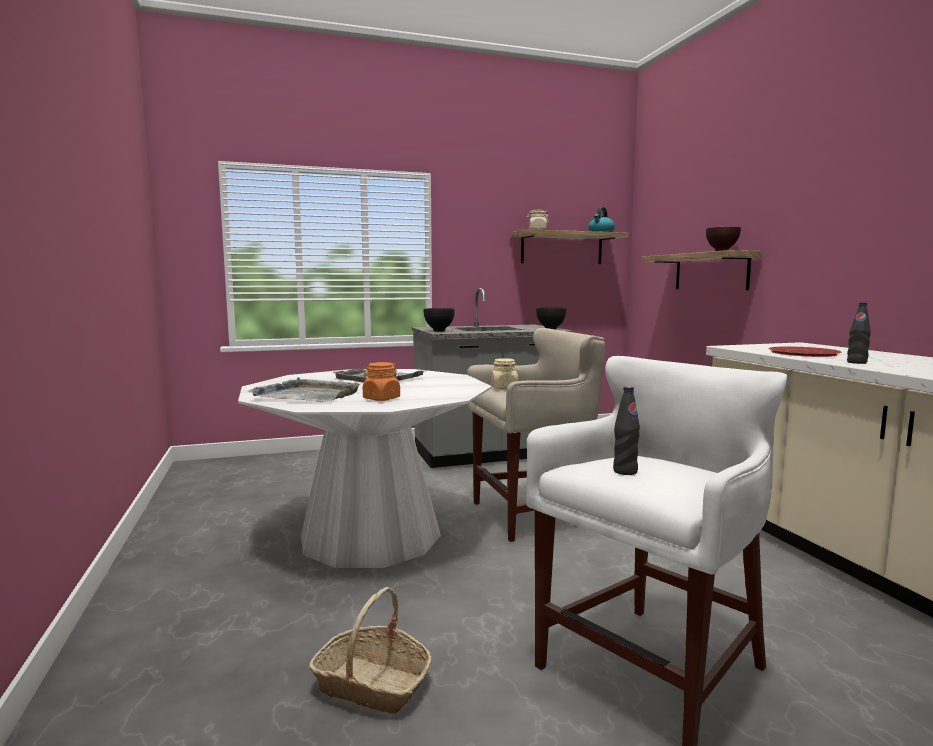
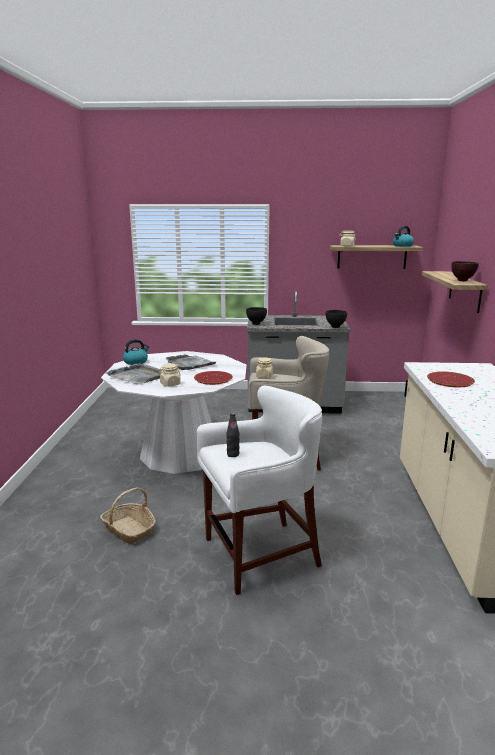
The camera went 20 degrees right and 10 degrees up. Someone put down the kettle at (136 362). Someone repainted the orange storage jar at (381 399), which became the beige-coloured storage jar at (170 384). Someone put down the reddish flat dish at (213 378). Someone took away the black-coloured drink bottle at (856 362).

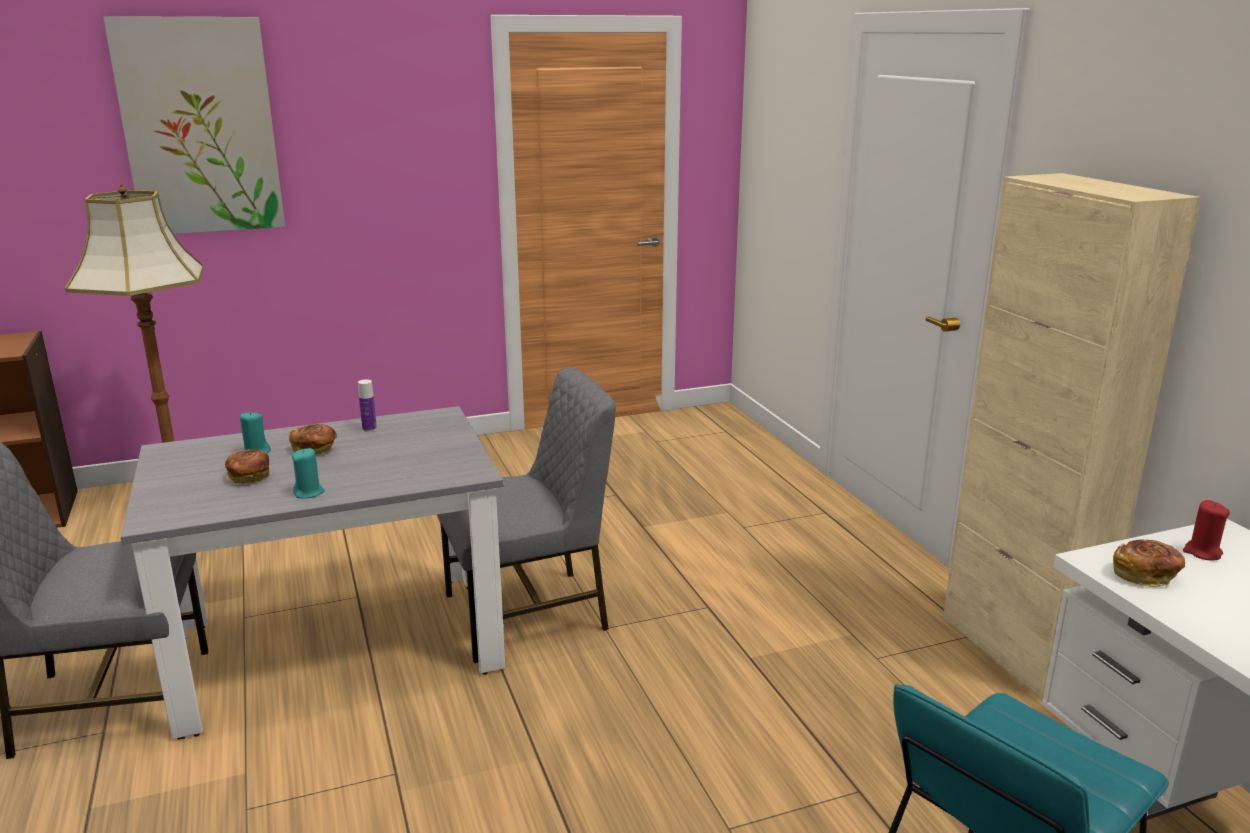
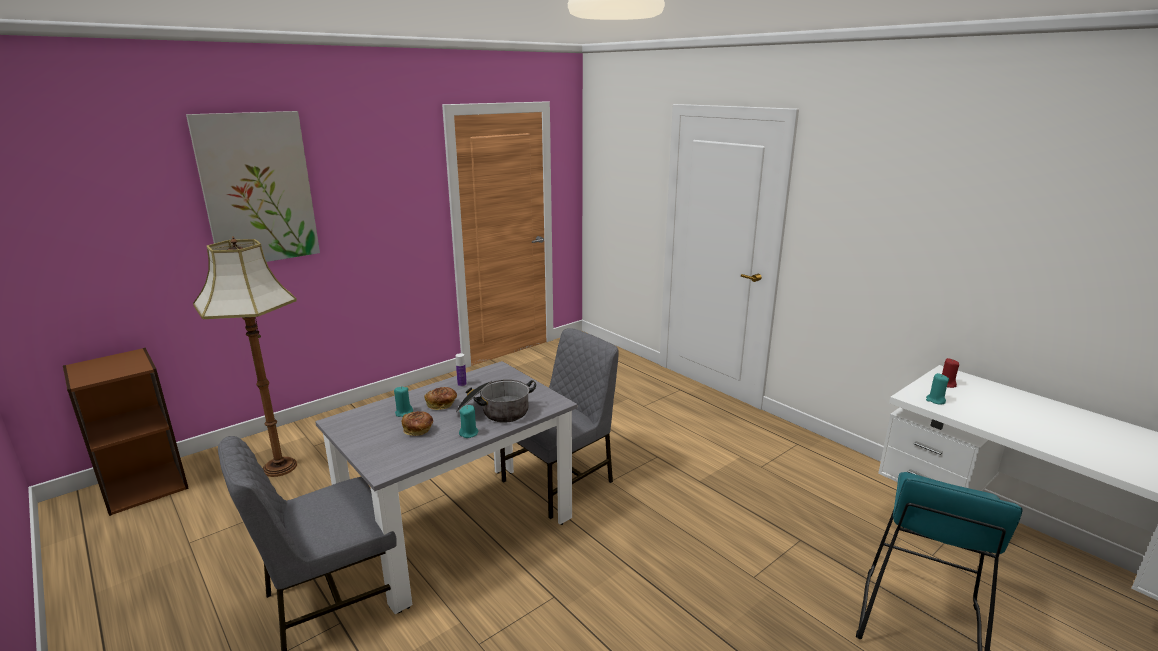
The camera went 20 degrees left and 0 degrees up. Someone put down the cooking pot at (495 412). Someone swapped the bread at (1145 576) for the turquoise wax candle at (935 400). Someone took away the beige-coloured storage cabinet at (1015 651).

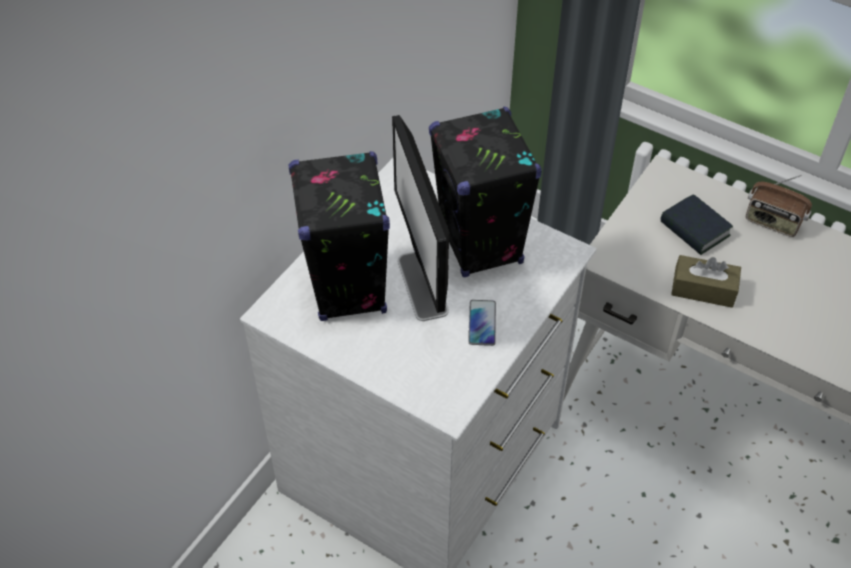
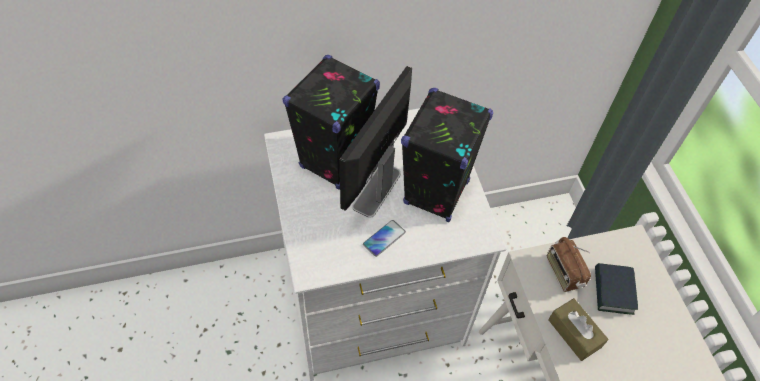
The camera went 40 degrees right and 5 degrees up. Someone carried the radio receiver from (772 222) to (563 273).

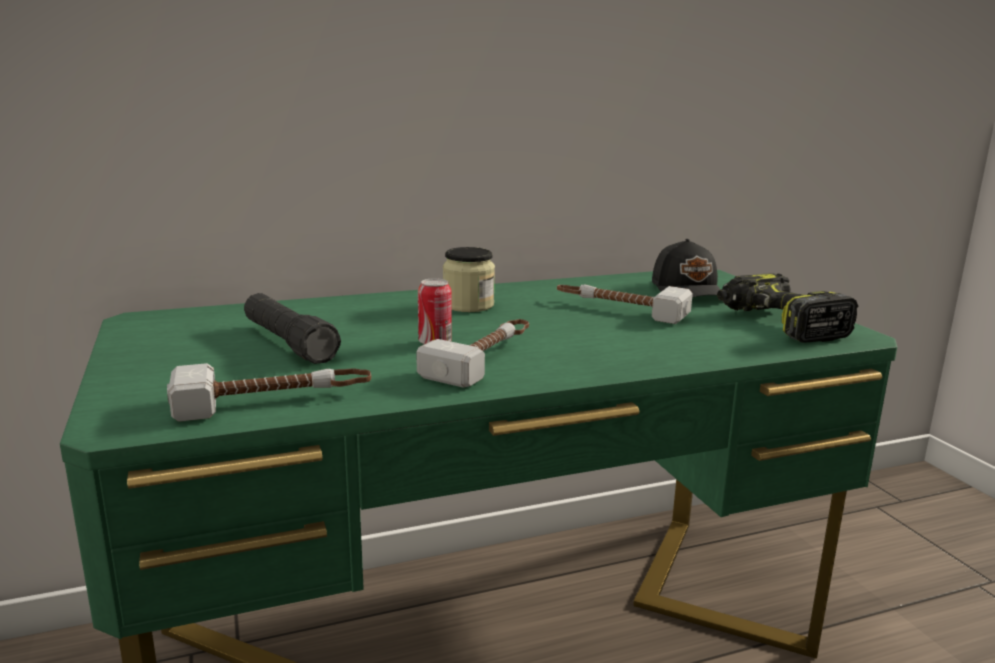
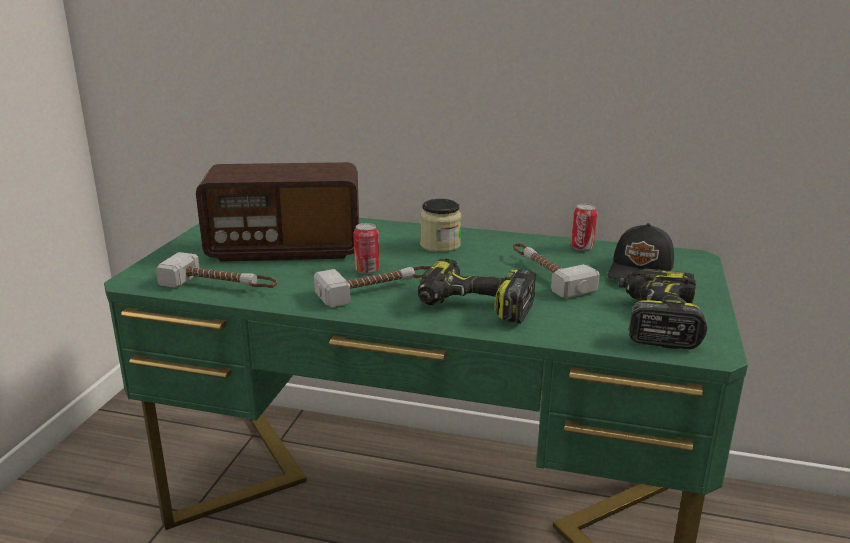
The camera went 35 degrees right and 5 degrees up. Someone swapped the black-coloured hand torch at (289 343) for the radio receiver at (285 249). Someone put down the drill at (473 308). Someone put down the metal can at (582 248).

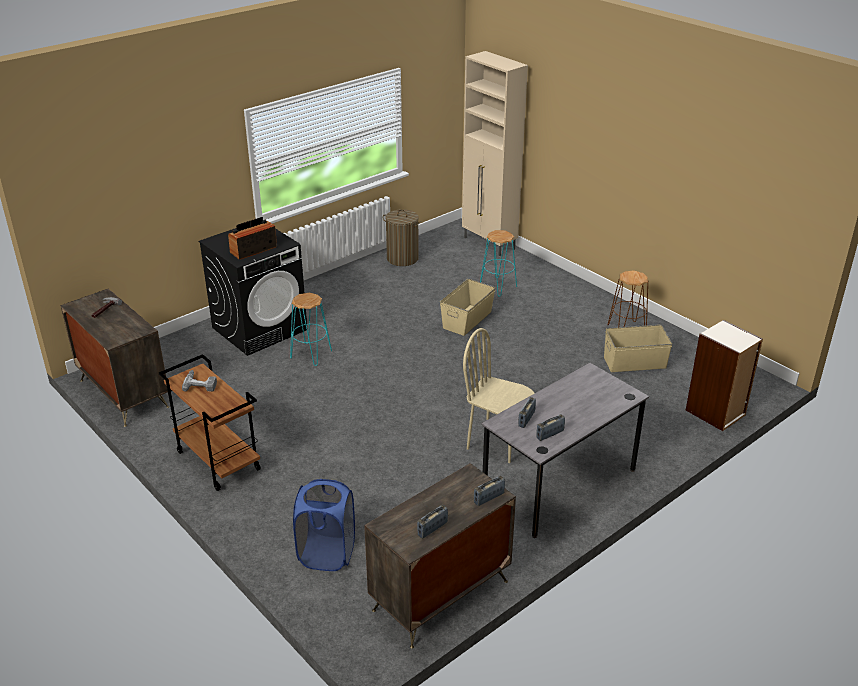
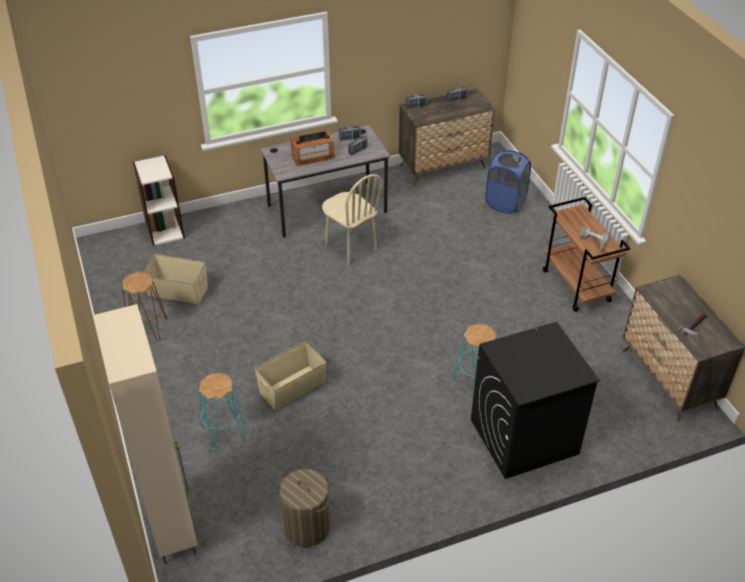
The camera went 160 degrees left and 10 degrees up. Someone carried the radio receiver from (253 250) to (313 157).

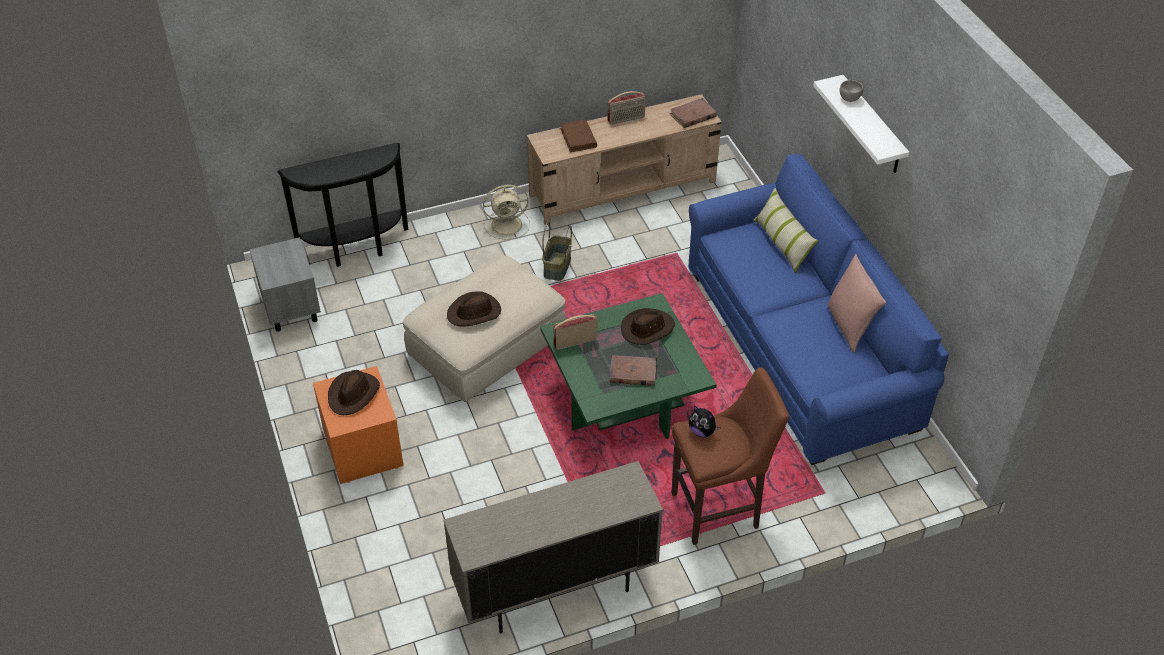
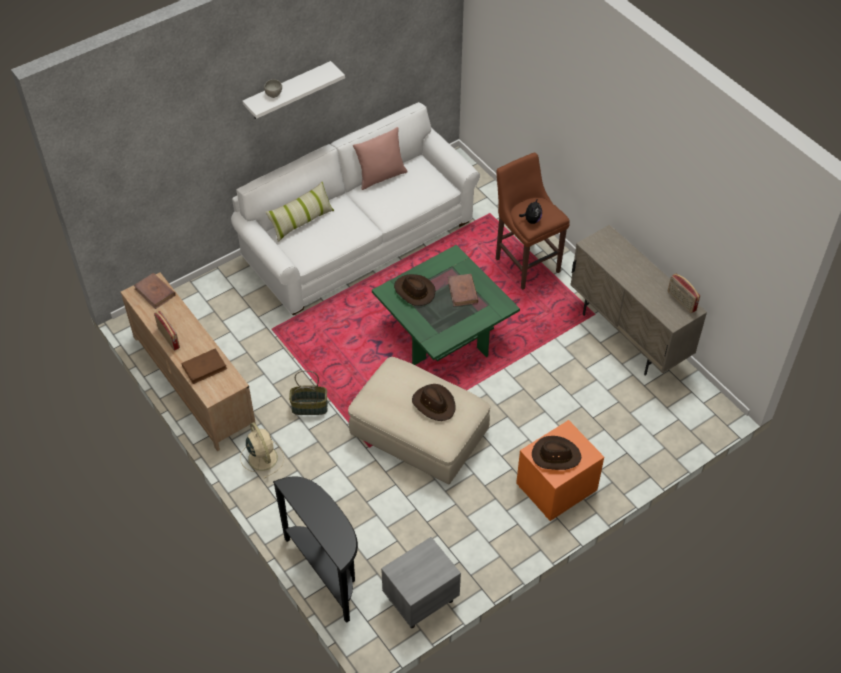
The camera went 105 degrees left and 5 degrees up. Someone repainted the blue-coloured sofa at (801 347), which became the whitish sofa at (358 239). Someone carried the radio receiver from (575 341) to (681 301).

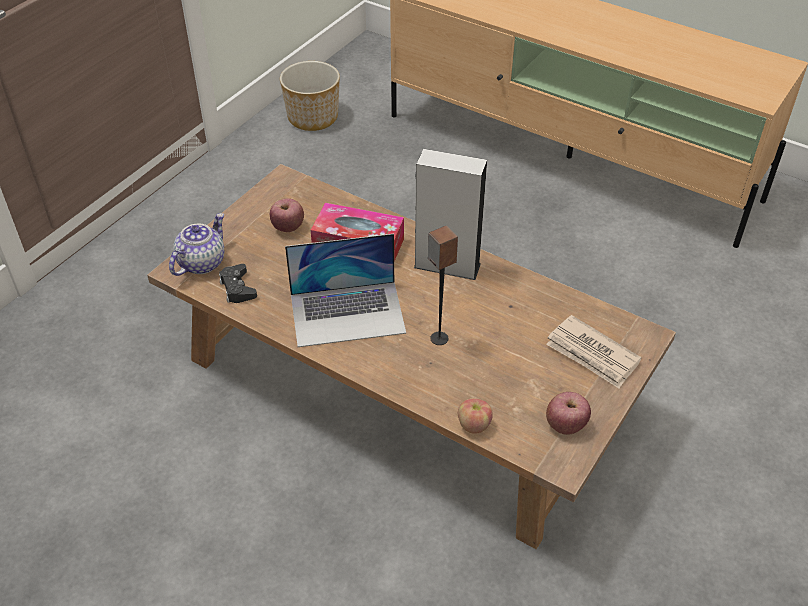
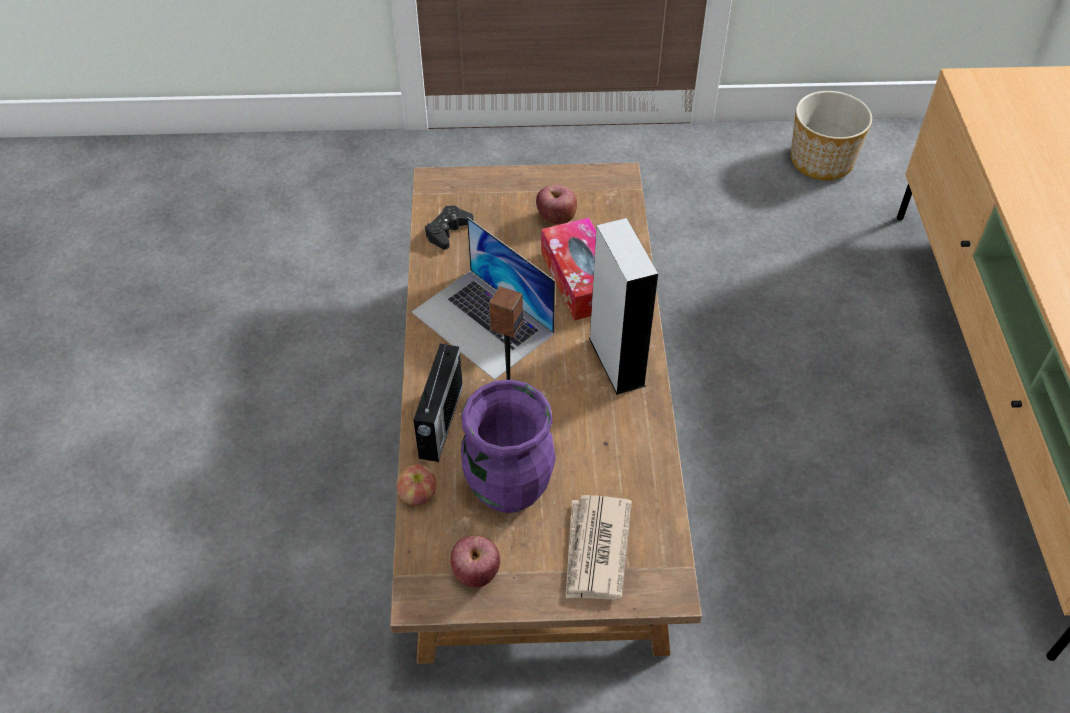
The camera went 55 degrees right and 5 degrees up. Someone put down the radio receiver at (440 423). Someone put down the purplish vase at (509 489). Someone took away the tea pot at (201 262).

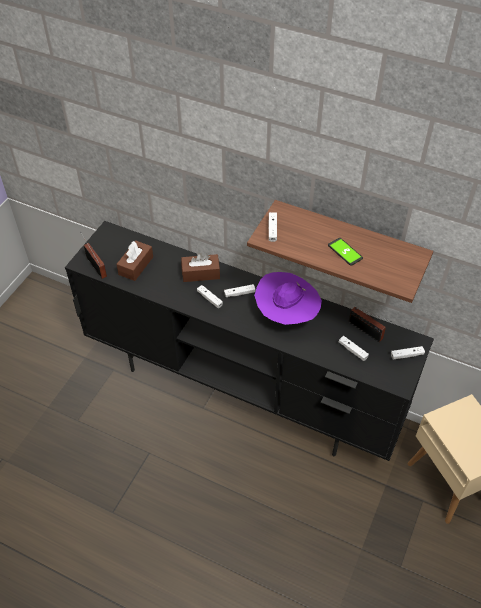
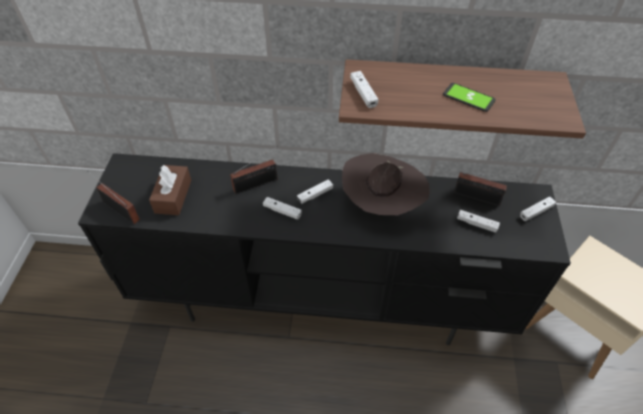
The camera went 20 degrees left and 0 degrees up. Someone swapped the brown tissue holder at (201 273) for the radio receiver at (258 184). Someone repainted the purplish hat at (286 315), which became the brown hat at (381 204).

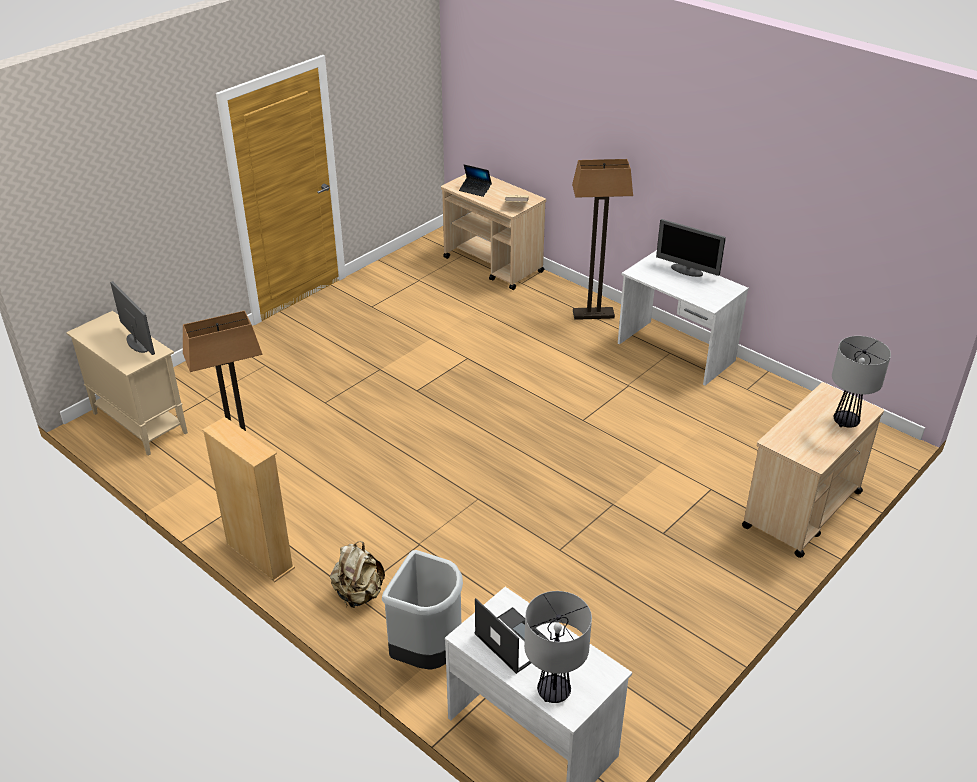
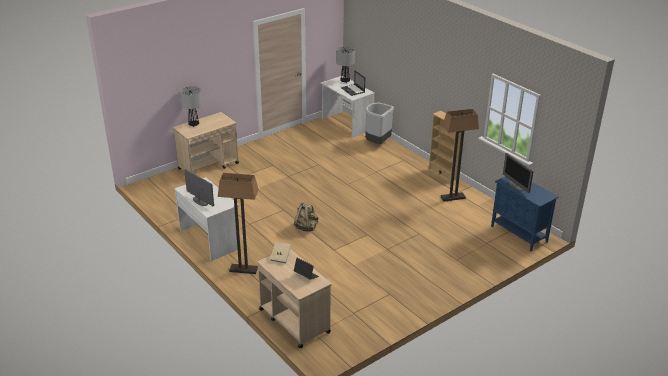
The camera went 170 degrees left and 5 degrees down. Someone carried the beige-coloured rucksack from (358 594) to (306 227). Someone repainted the beige-coloured storage cabinet at (139 422), which became the blue-coloured storage cabinet at (519 234).

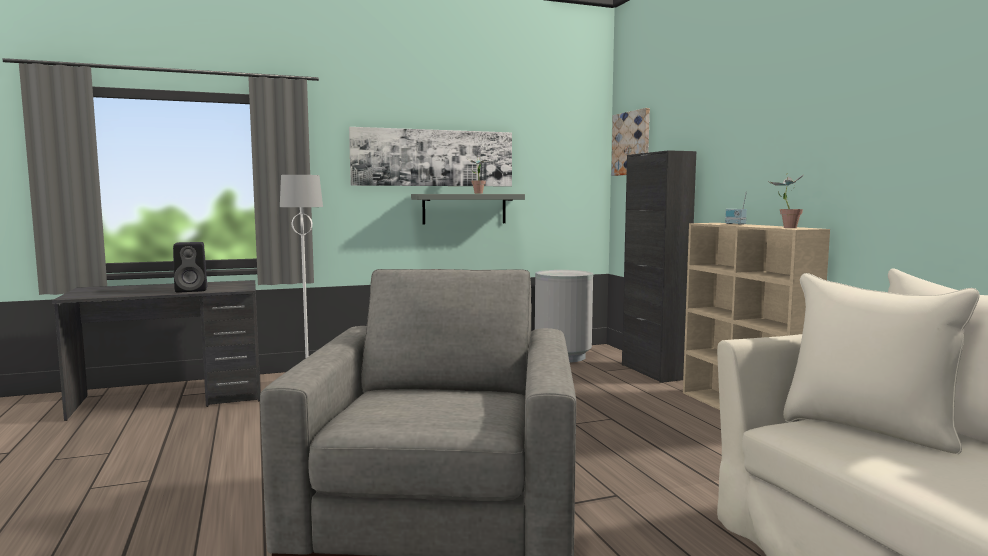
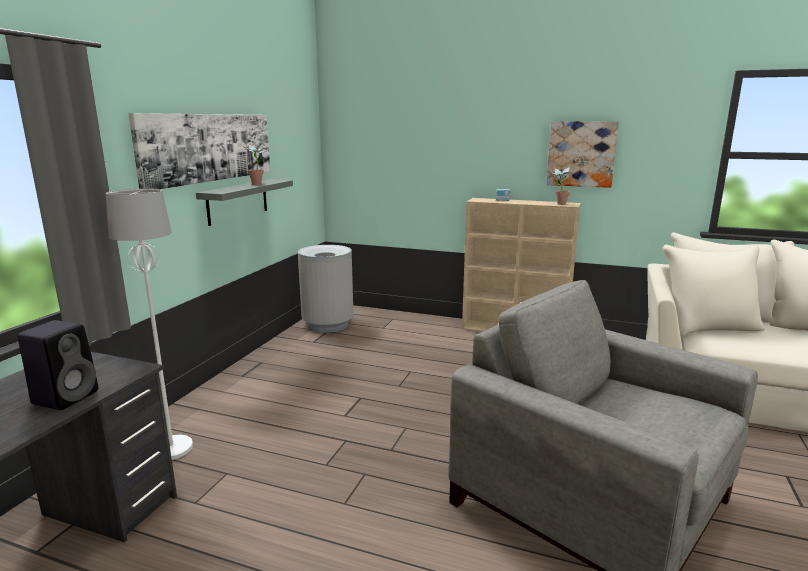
The camera went 50 degrees left and 10 degrees up. Someone carried the wall picture from (631 143) to (581 154). Someone took away the black-coloured storage cabinet at (653 372).

